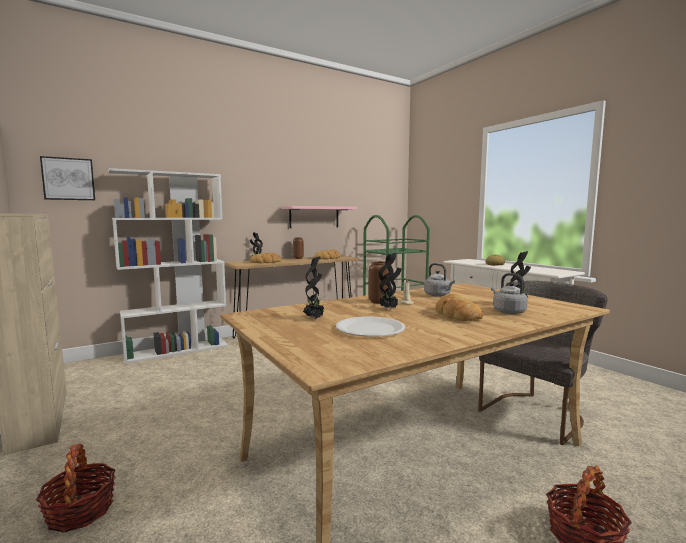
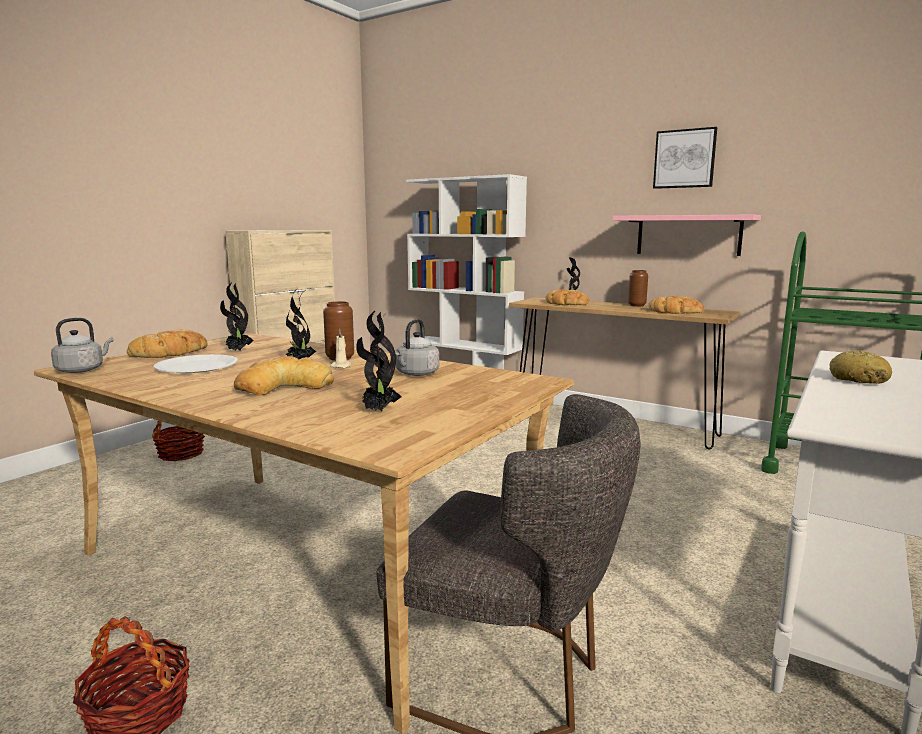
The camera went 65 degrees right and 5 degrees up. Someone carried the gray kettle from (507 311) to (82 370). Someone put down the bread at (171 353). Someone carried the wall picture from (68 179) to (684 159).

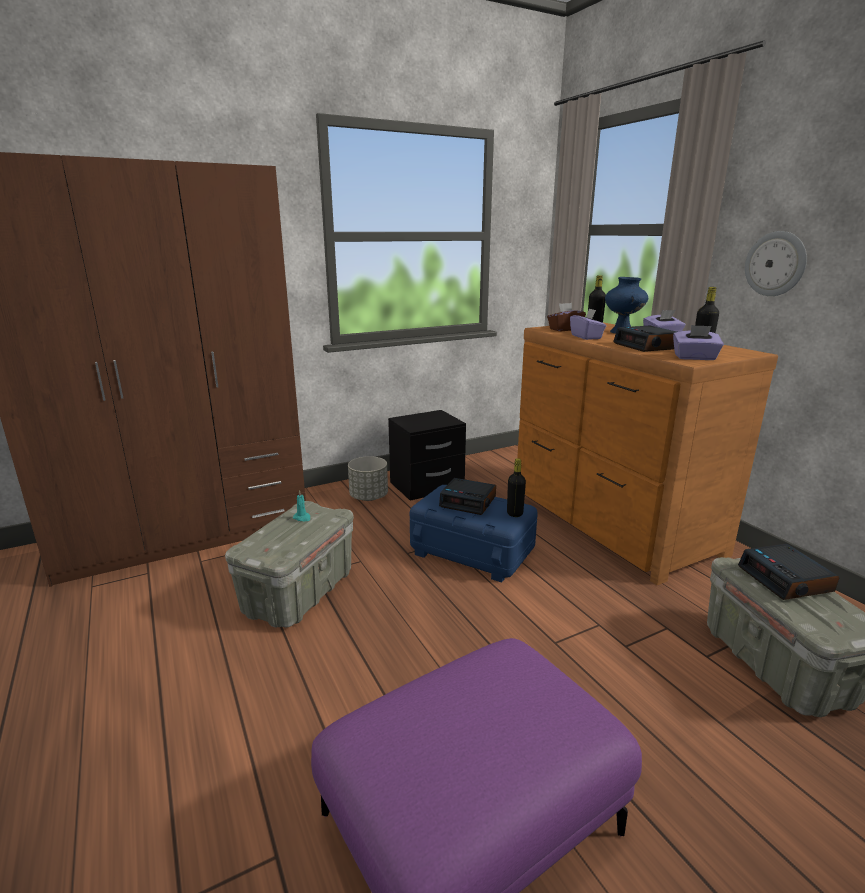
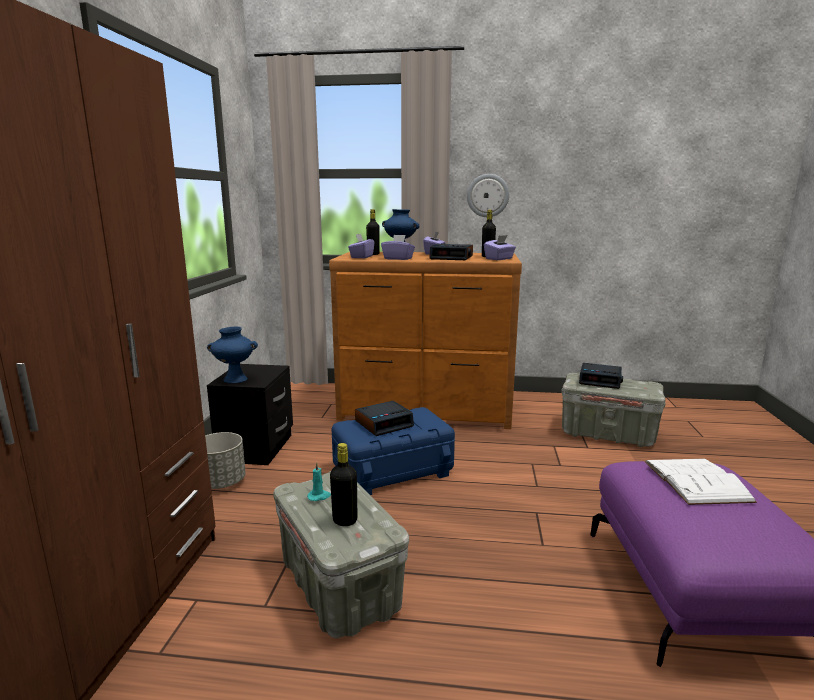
The camera went 55 degrees left and 5 degrees down. Someone put down the blue-coloured vase at (234 380). Someone carried the black-coloured drink bottle from (514 513) to (345 520). Someone repainted the brown tissue holder at (564 329), which became the purplish tissue holder at (361 257). Someone put down the whitish volume at (696 481).

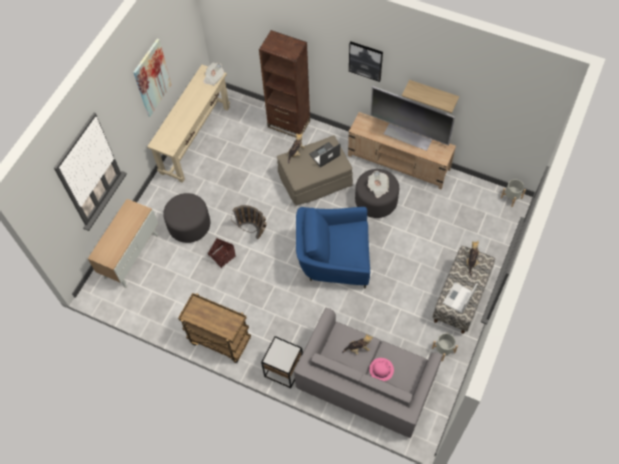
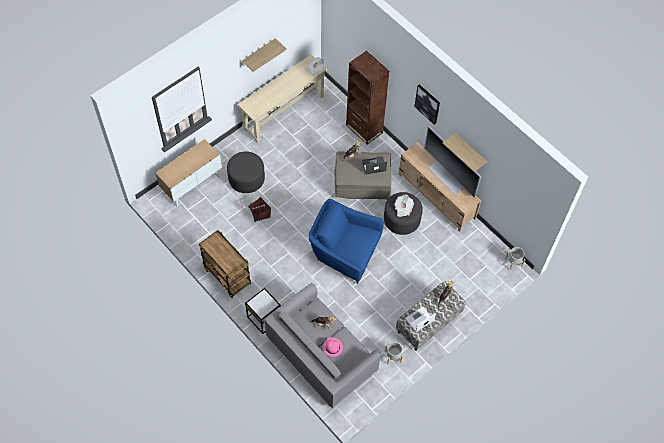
The camera went 20 degrees right and 0 degrees up. Someone swapped the wall picture at (152 78) for the wall shelf at (259 54). Someone took away the basket at (254 232).

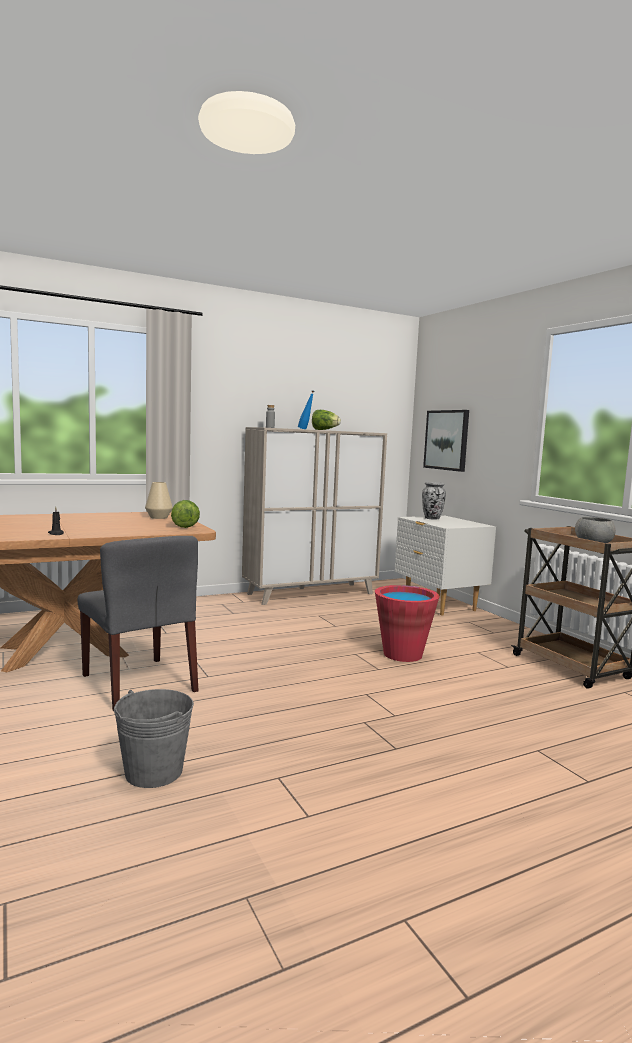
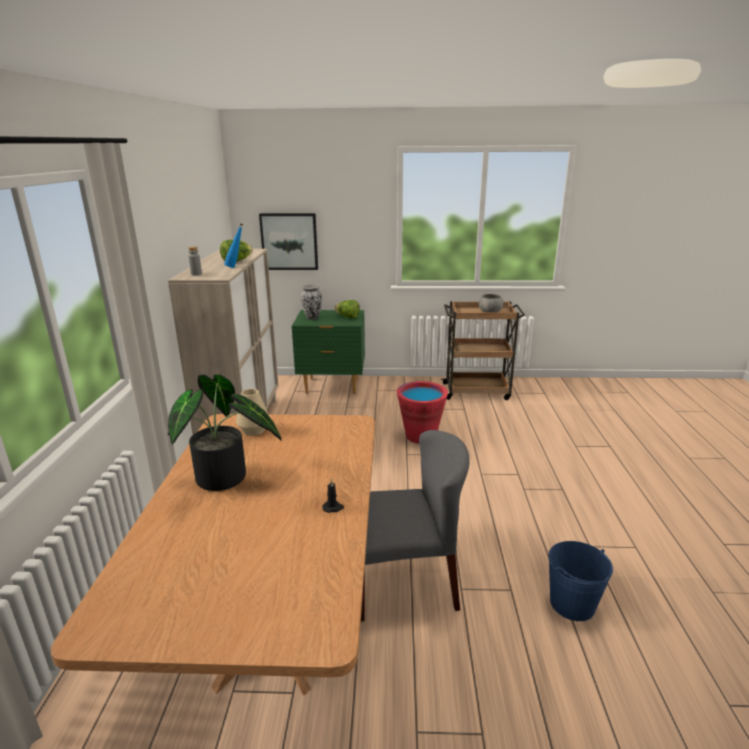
The camera went 60 degrees left and 15 degrees up. Someone put down the houseplant at (225 480). Someone repainted the whitish night table at (439 605), which became the greenish night table at (332 386). Someone carried the lettuce head from (184 526) to (348 317). Someone repainted the gray water bucket at (153 772), which became the blue-coloured water bucket at (572 604).

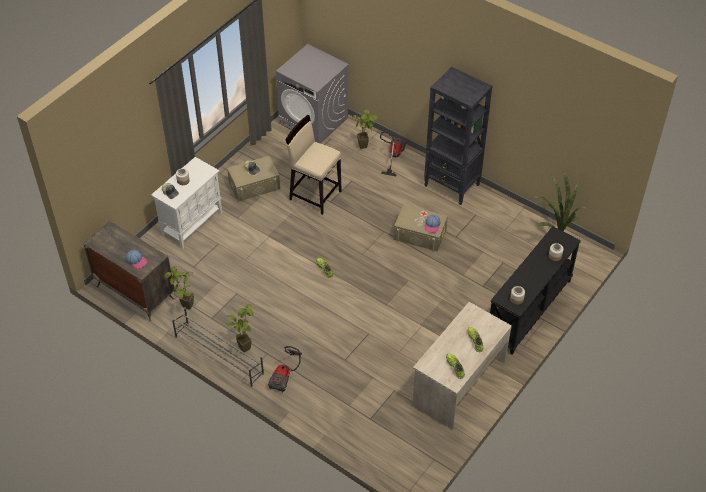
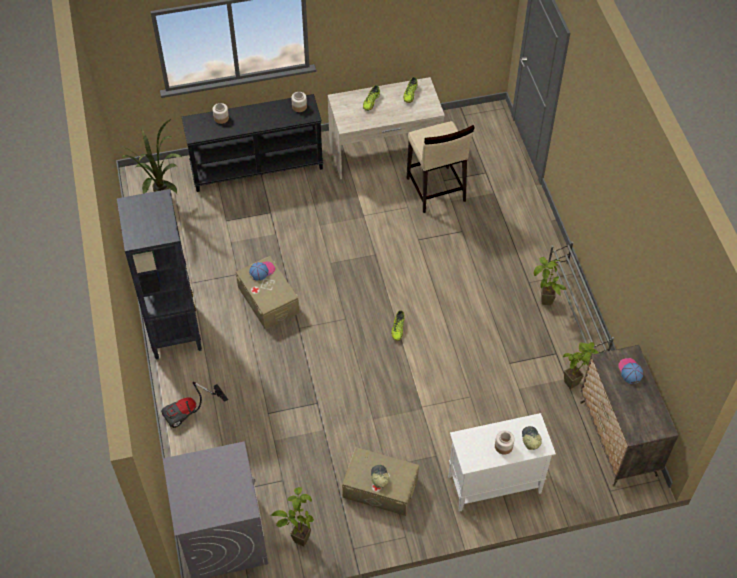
The camera went 140 degrees left and 5 degrees up. Someone carried the houseplant from (366 146) to (297 536). Someone carried the beige-coloured stool seat from (315 195) to (435 190). Someone took away the hoover at (285 375).

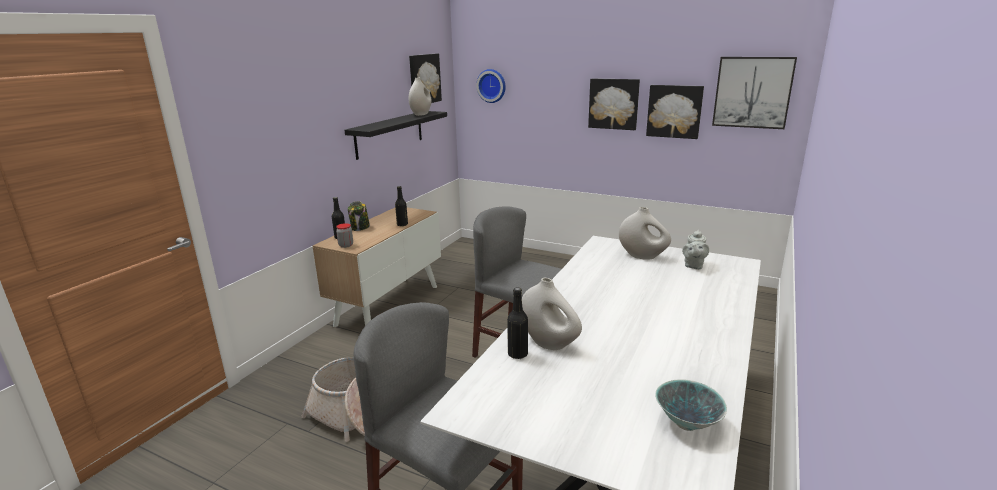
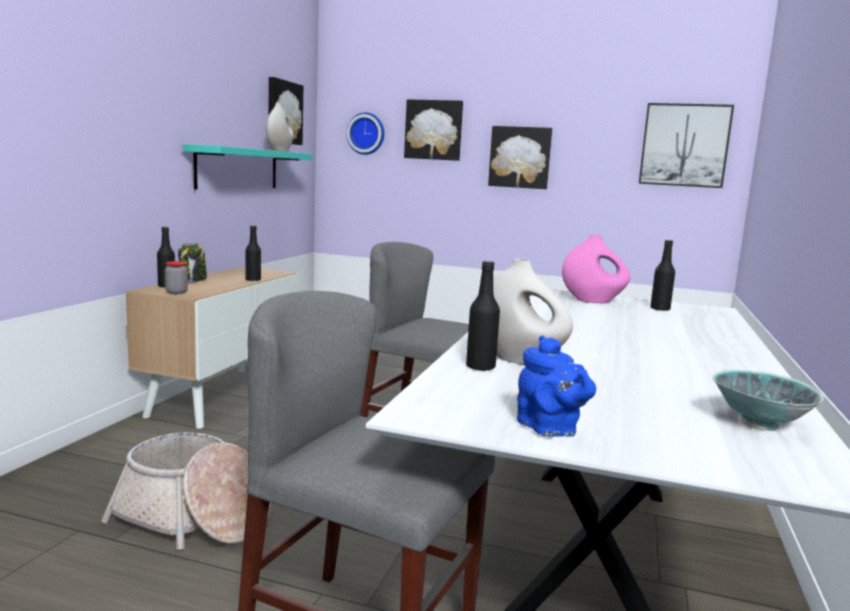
The camera went 10 degrees left and 10 degrees down. Someone repainted the black-coloured wall shelf at (389 134), which became the turquoise wall shelf at (238 168). Someone carried the wall picture from (674 111) to (434 130). Someone put down the blue-coloured tea pot at (549 429). Someone repainted the whitish vase at (642 256), which became the pink vase at (592 301). Someone swapped the gray tea pot at (693 265) for the black-coloured drink bottle at (660 309).

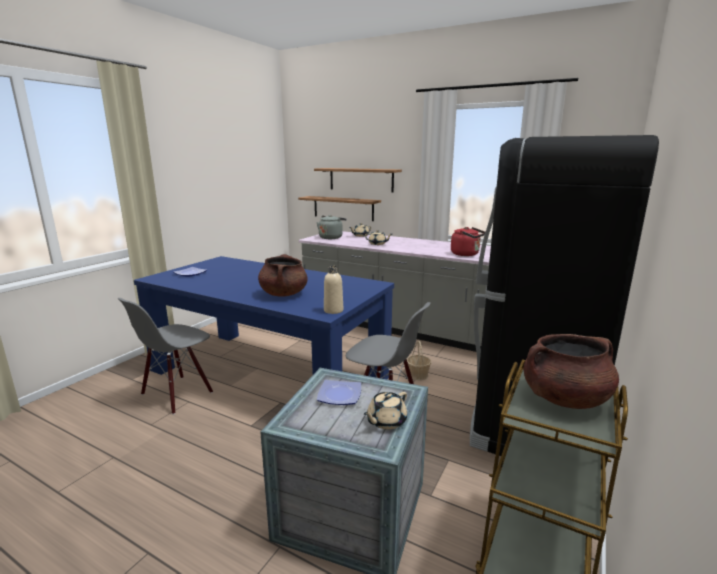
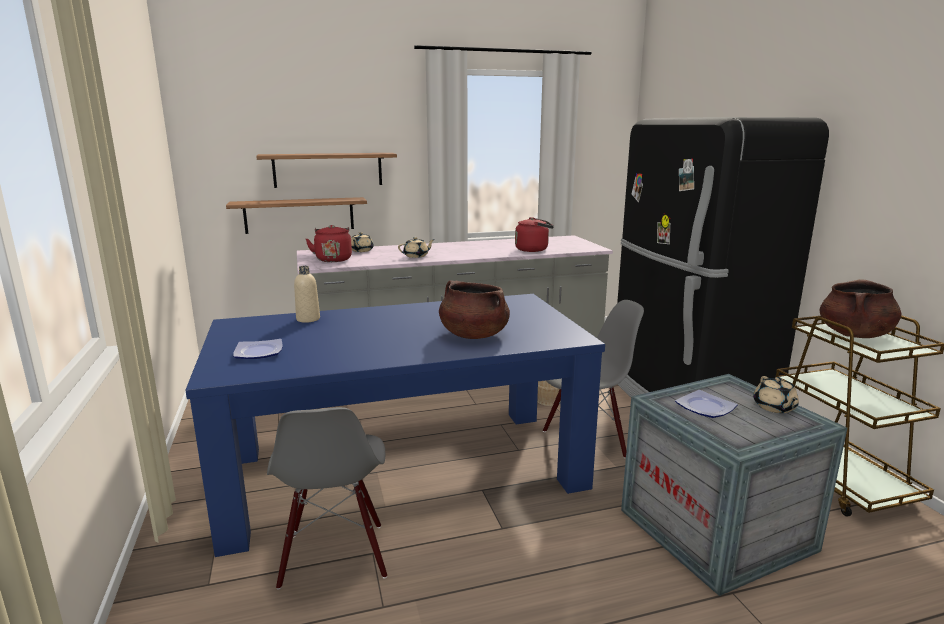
The camera went 45 degrees left and 0 degrees up. Someone carried the beige-coloured drink bottle from (333 310) to (308 319). Someone repainted the gray kettle at (331 237), which became the reddish kettle at (333 259).

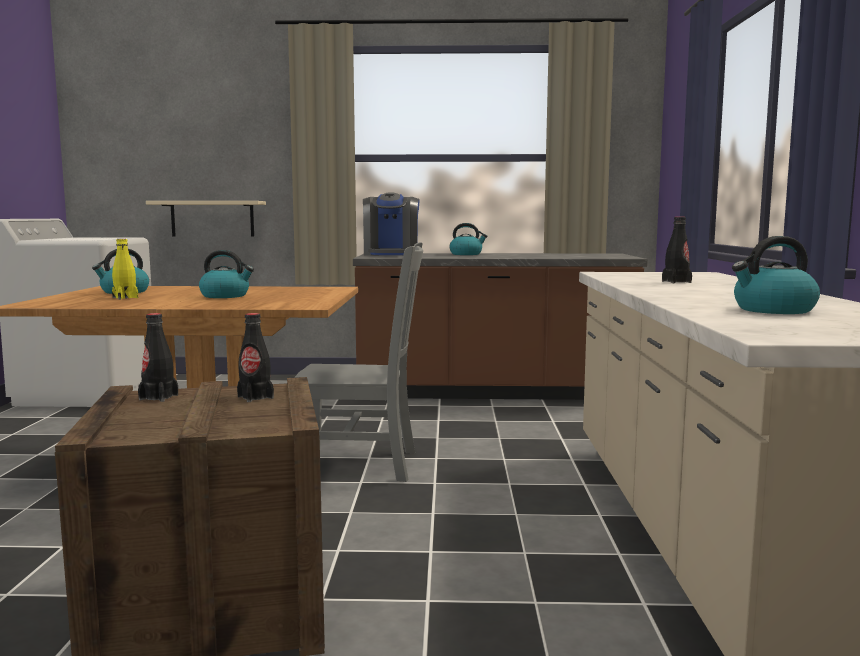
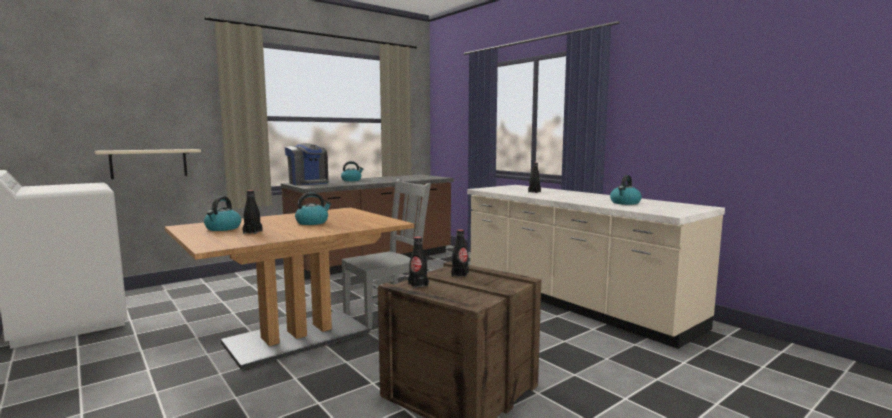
The camera went 40 degrees left and 0 degrees up. Someone repainted the yellowish drink bottle at (125 298), which became the black-coloured drink bottle at (252 232).

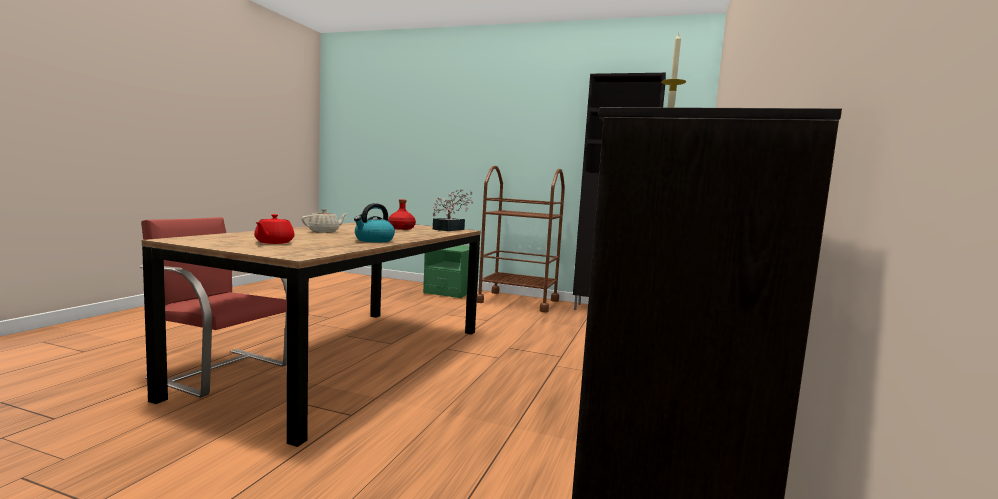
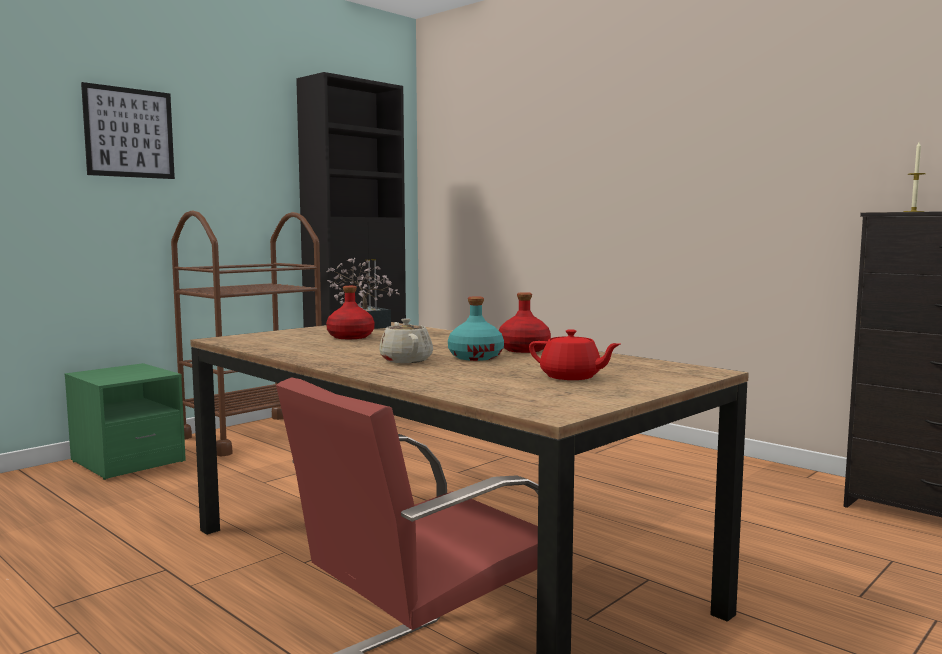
The camera went 65 degrees left and 0 degrees up. Someone put up the wall picture at (129 133). Someone put down the turquoise drink bottle at (475 357). Someone swapped the kettle at (374 240) for the reddish drink bottle at (524 349).

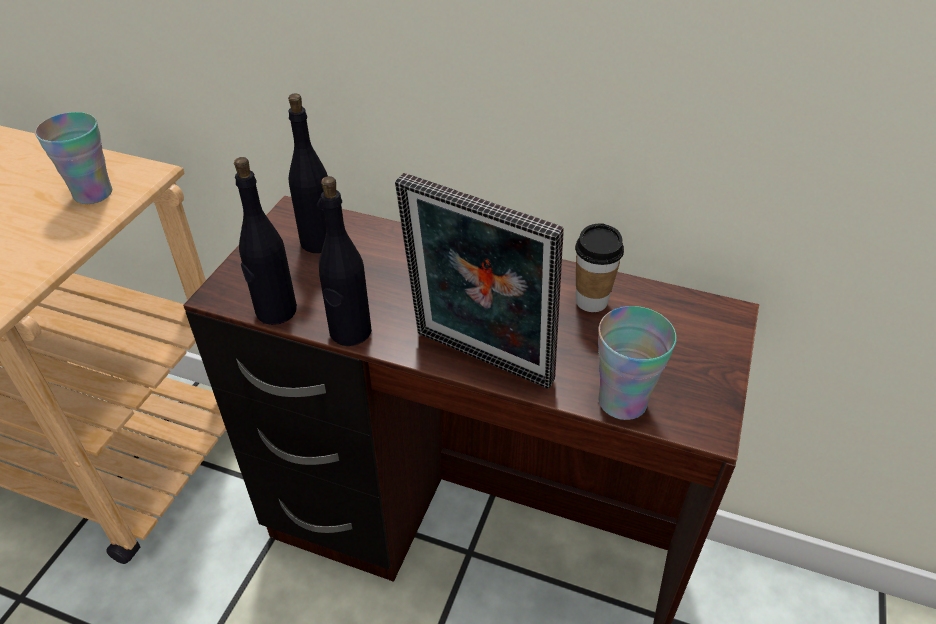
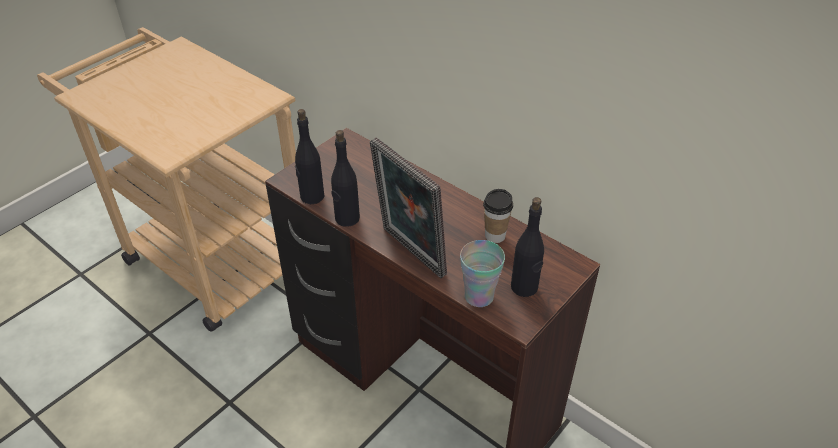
The camera went 20 degrees right and 0 degrees up. Someone carried the black-coloured drink bottle from (319 242) to (524 287). Someone took away the drinking cup at (93 194).

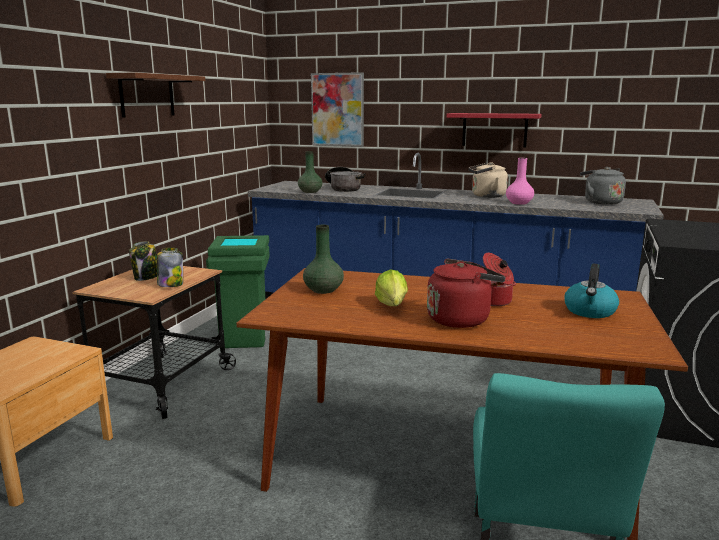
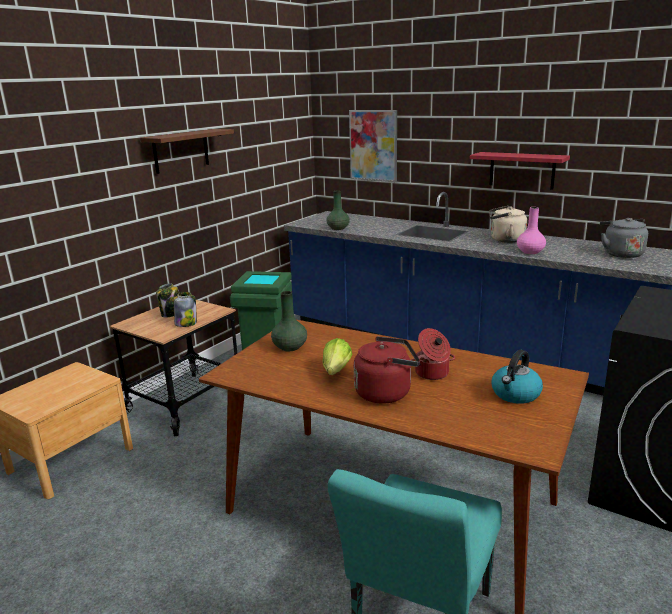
The camera went 15 degrees right and 5 degrees up. Someone took away the cooking pot at (343 188).

